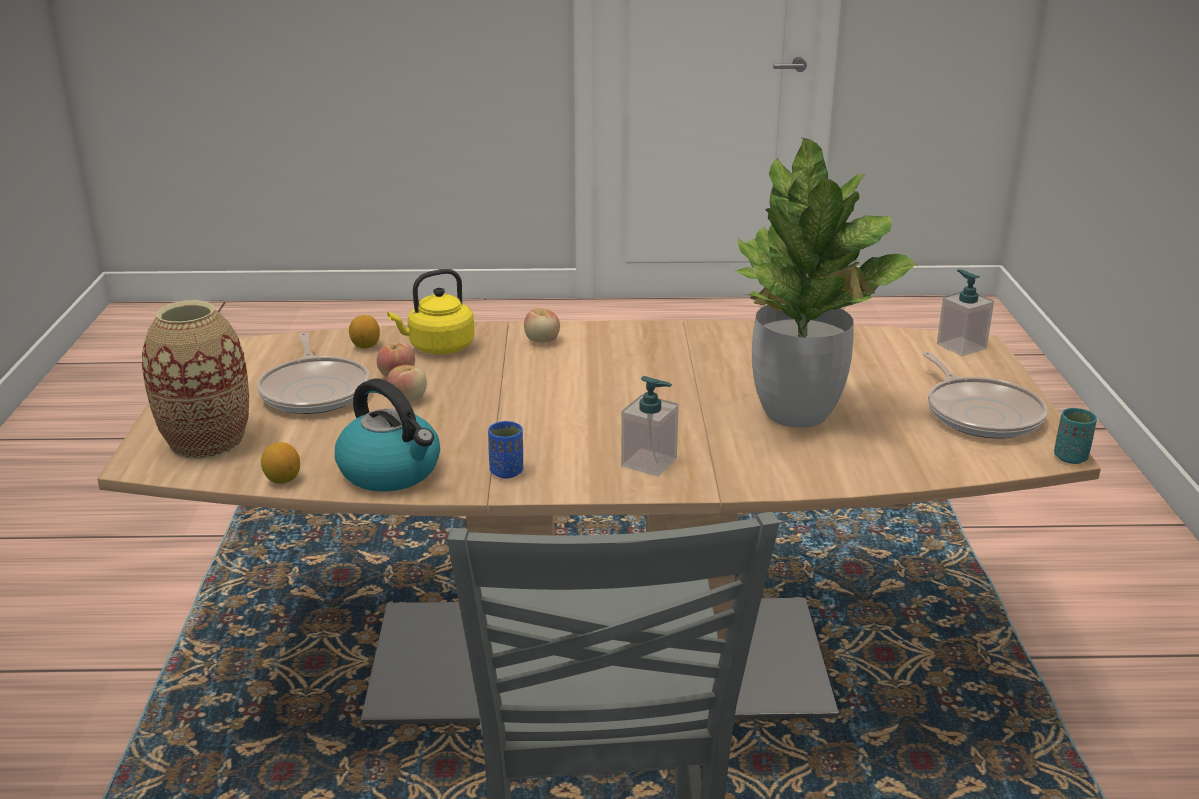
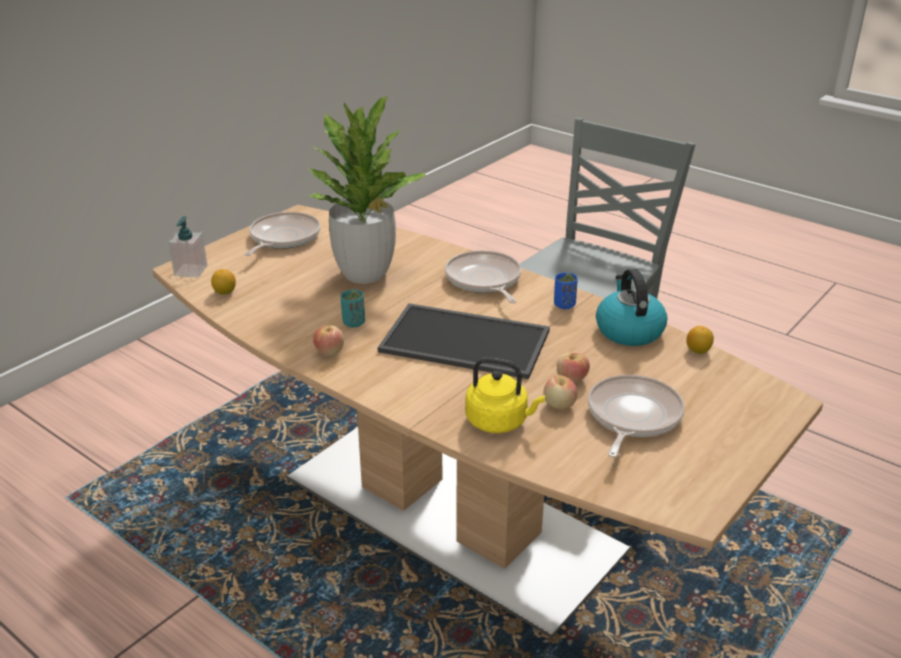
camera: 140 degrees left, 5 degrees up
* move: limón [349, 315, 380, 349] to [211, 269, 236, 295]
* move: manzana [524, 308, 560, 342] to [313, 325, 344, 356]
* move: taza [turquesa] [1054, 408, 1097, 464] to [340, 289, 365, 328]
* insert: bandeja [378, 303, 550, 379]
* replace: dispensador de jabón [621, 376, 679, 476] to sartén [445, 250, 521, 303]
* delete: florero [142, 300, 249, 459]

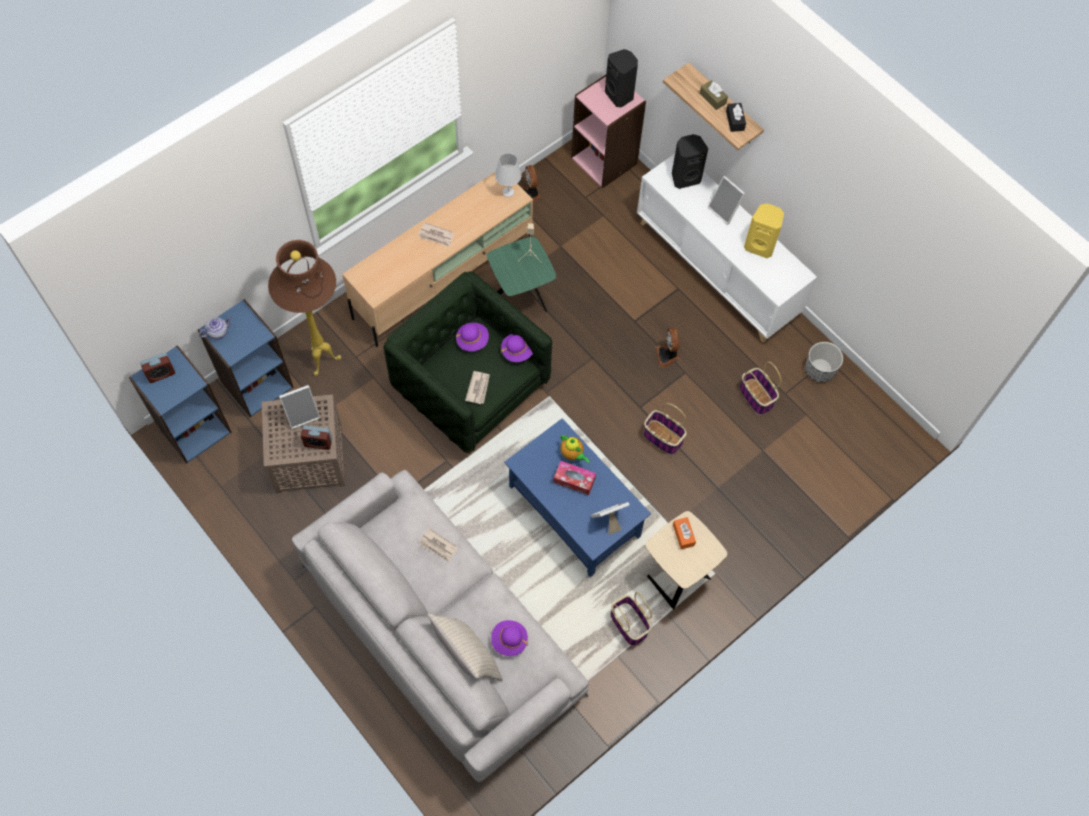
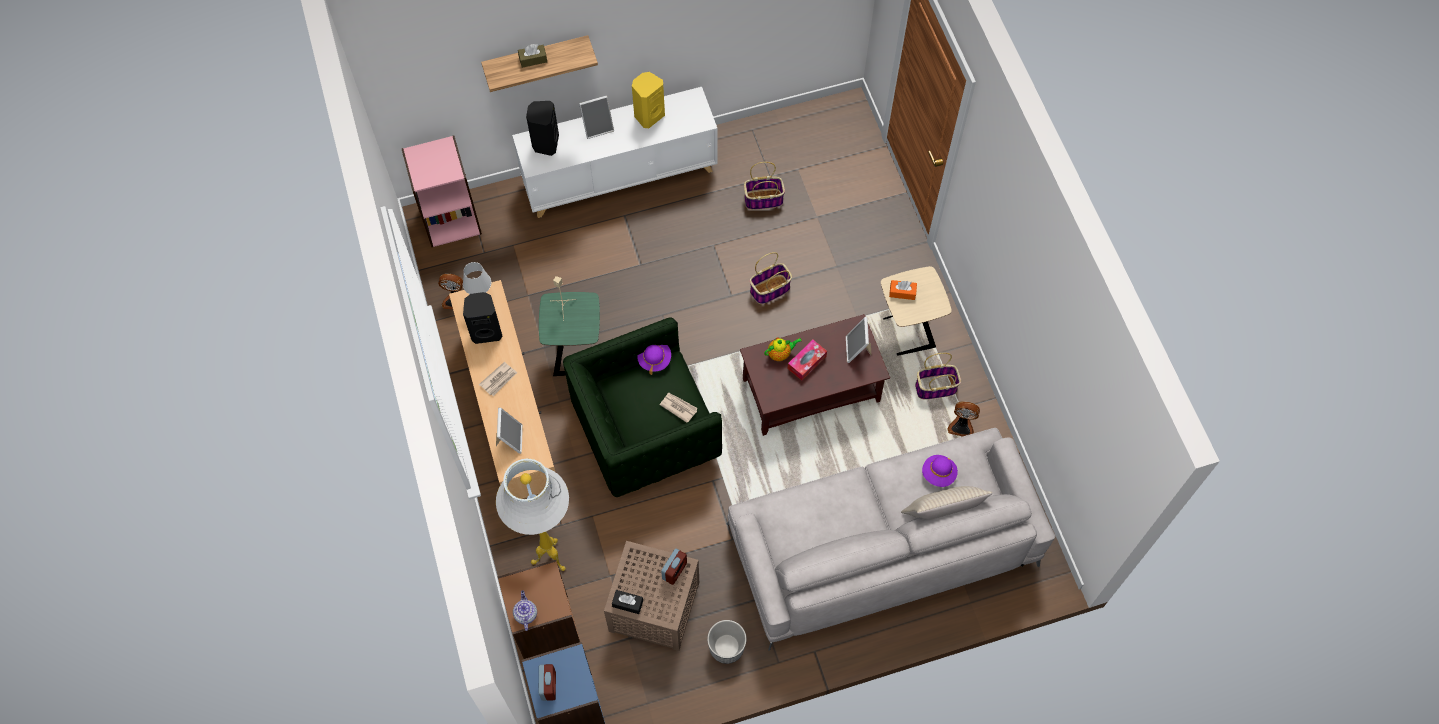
camera: 65 degrees left, 0 degrees up
* move: altavoz [negro] [605, 49, 638, 107] to [463, 292, 503, 344]
* move: portarretratos [279, 385, 320, 429] to [496, 408, 523, 454]
* recolor: lámpara de pie [marrón] [268, 240, 341, 376] to lámpara de pie [blanco] [496, 459, 569, 571]
* recolor: estantería [azul] [198, 299, 293, 417] to estantería [marrón] [498, 560, 580, 659]
* move: caja de pañuelos [negro] [726, 103, 746, 132] to [612, 590, 643, 614]
* move: maceta [805, 342, 843, 382] to [707, 620, 746, 664]
* recolor: mesa de centro [azul] [504, 418, 651, 577] to mesa de centro [marrón] [740, 314, 890, 436]
* move: ventilador [656, 328, 679, 368] to [948, 401, 980, 437]
* delete: periódico [419, 528, 458, 562]
* delete: sombrero [morado] [456, 323, 489, 351]

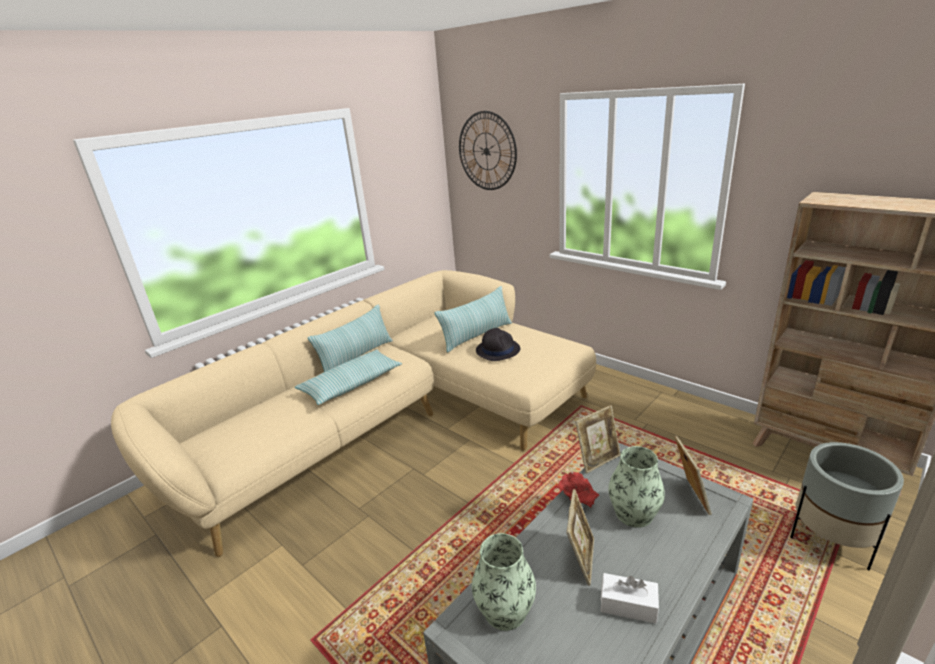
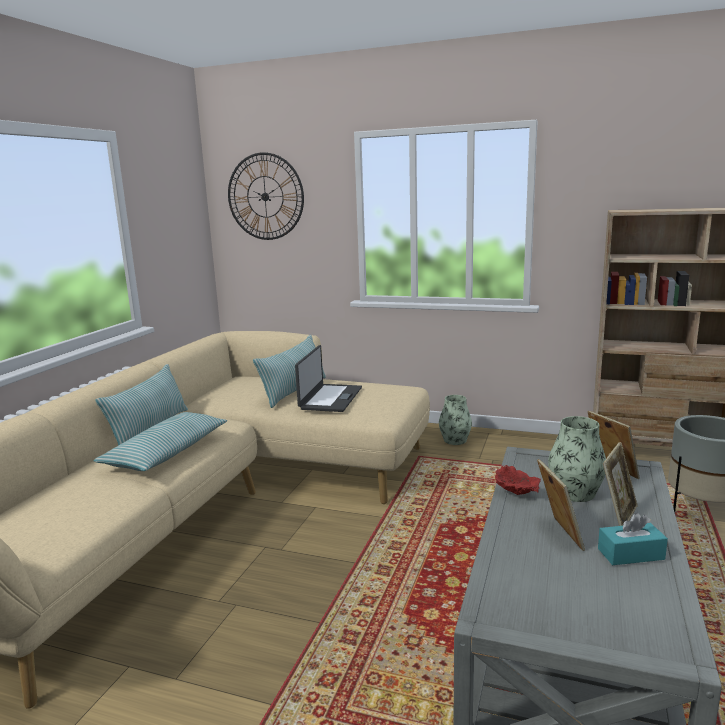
camera: 25 degrees left, 10 degrees down
* replace: sombrero [negro] [476, 328, 520, 361] to portátil [295, 345, 362, 412]
* move: florero [472, 533, 536, 631] to [439, 395, 472, 445]
* recolor: caja de pañuelos [blanco] [600, 573, 659, 623] to caja de pañuelos [turquesa] [598, 513, 668, 565]
* move: portarretratos [575, 405, 621, 473] to [603, 442, 638, 526]

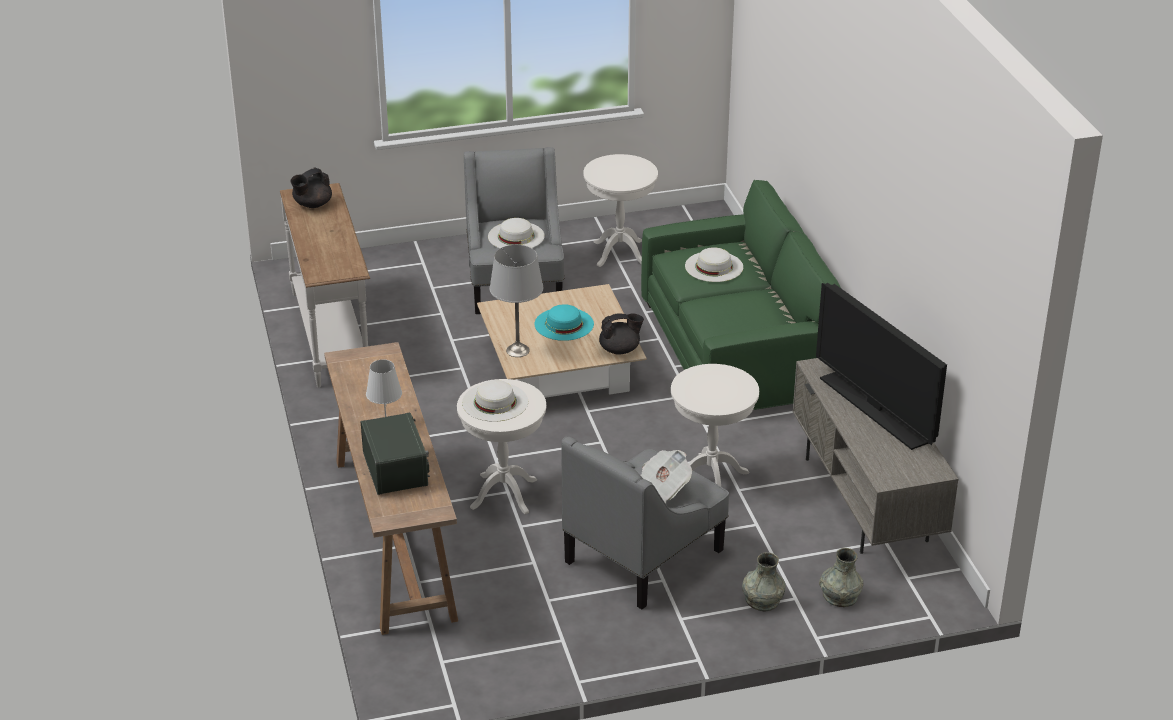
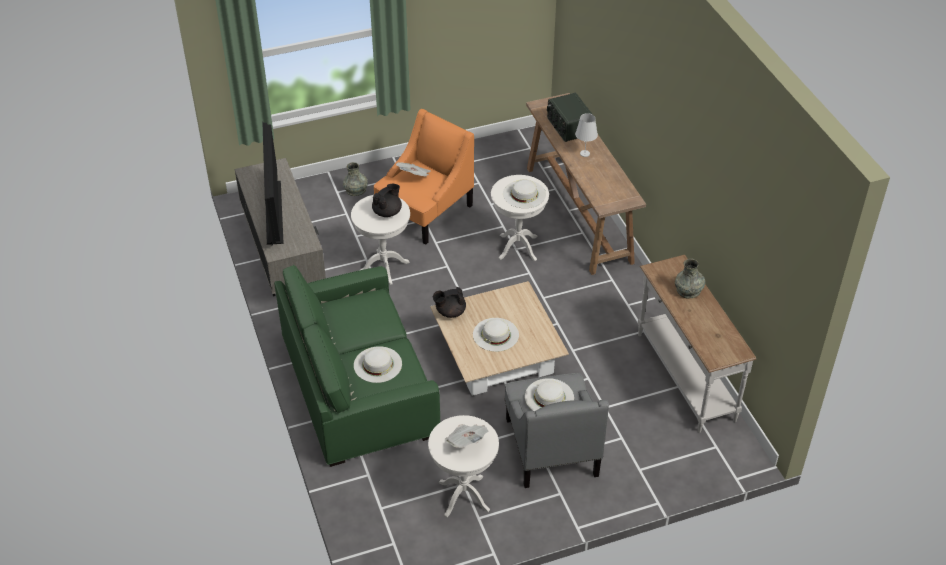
camera: 175 degrees right, 10 degrees up
* rotate: televisor [816, 283, 947, 450] = [262, 122, 284, 245] 150 degrees counterclockwise
* move: tetera [negro] [291, 167, 332, 208] to [372, 184, 402, 217]
* recolor: sillón [gris] [561, 436, 729, 609] to sillón [naranja] [374, 109, 474, 245]
* insert: periódico [445, 424, 489, 448]
* recolor: sombrero [turquesa] [534, 304, 594, 341] to sombrero [blanco] [473, 318, 519, 352]
* move: florero [gris] [819, 548, 863, 607] to [675, 259, 706, 298]
* delete: lámpara de mesa [gris] [489, 245, 543, 357]

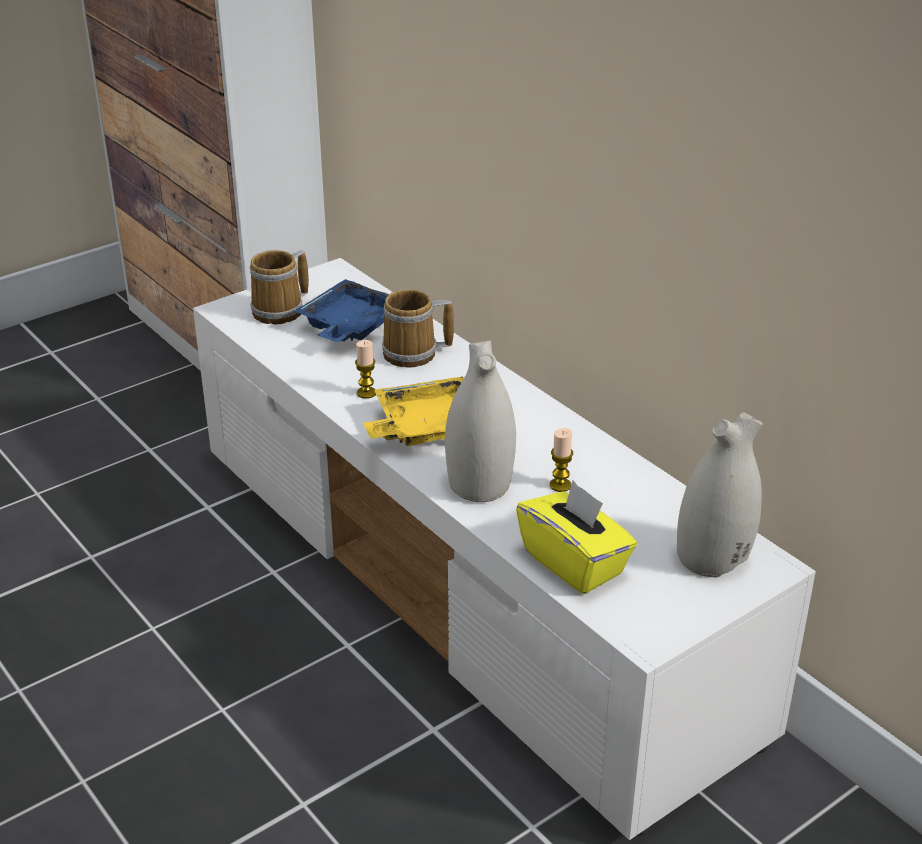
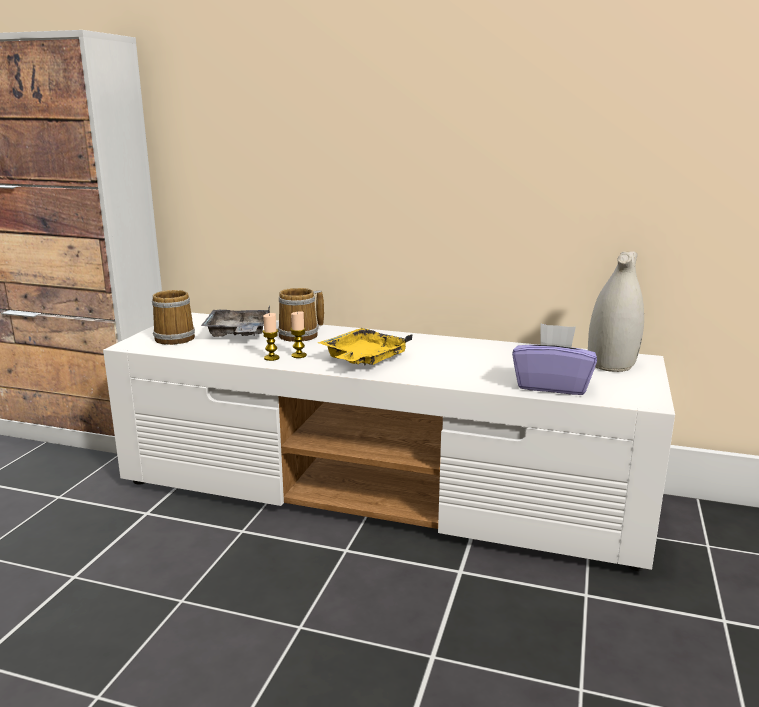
camera: 35 degrees left, 15 degrees down
* recolor: bandeja [azul] [295, 279, 389, 342] to bandeja [gris] [201, 305, 270, 337]
* move: vela [550, 428, 573, 492] to [263, 313, 279, 361]
* recolor: caja de pañuelos [amarillo] [516, 480, 637, 594] to caja de pañuelos [morado] [512, 324, 597, 395]
* delete: florero [blanco] [445, 341, 516, 502]

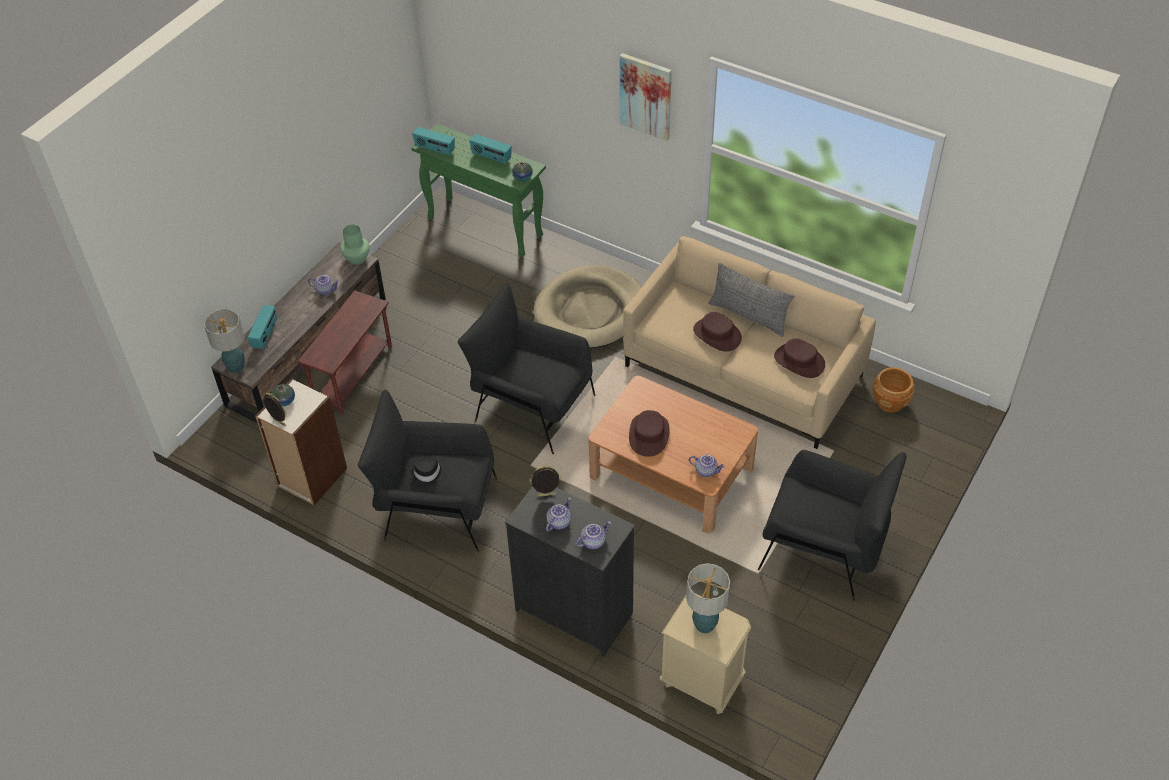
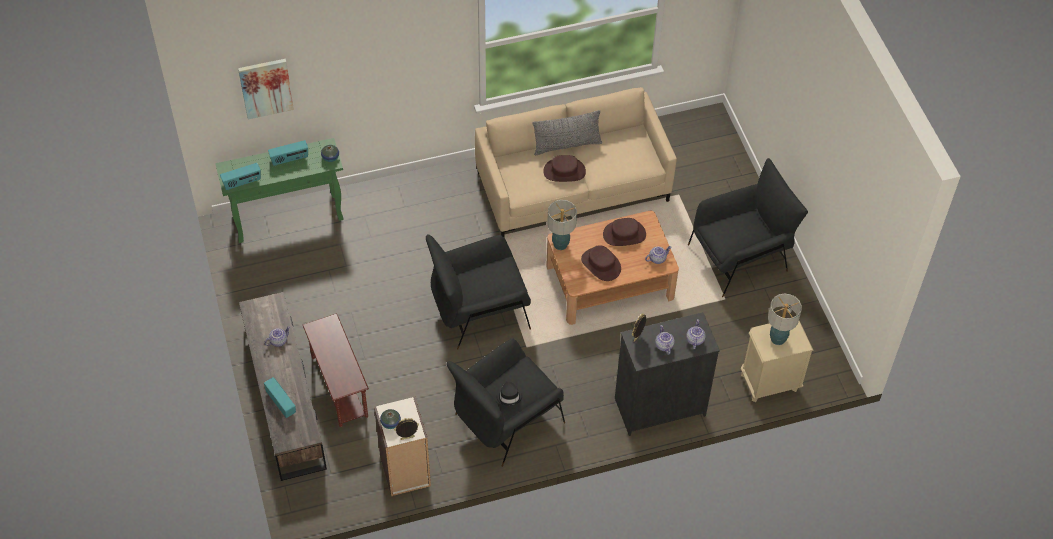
camera: 50 degrees left, 5 degrees up
* move: cuadro [620, 53, 672, 141] to [238, 59, 294, 119]
* move: lámpara de mesa [204, 309, 245, 373] to [547, 200, 577, 250]
* move: sombrero [marrón] [774, 338, 825, 378] to [603, 218, 646, 246]
* delete: florero [verde] [340, 225, 370, 265]
* delete: cama para perro [beis] [533, 265, 641, 348]
* delete: maceta [marrón] [872, 367, 915, 413]

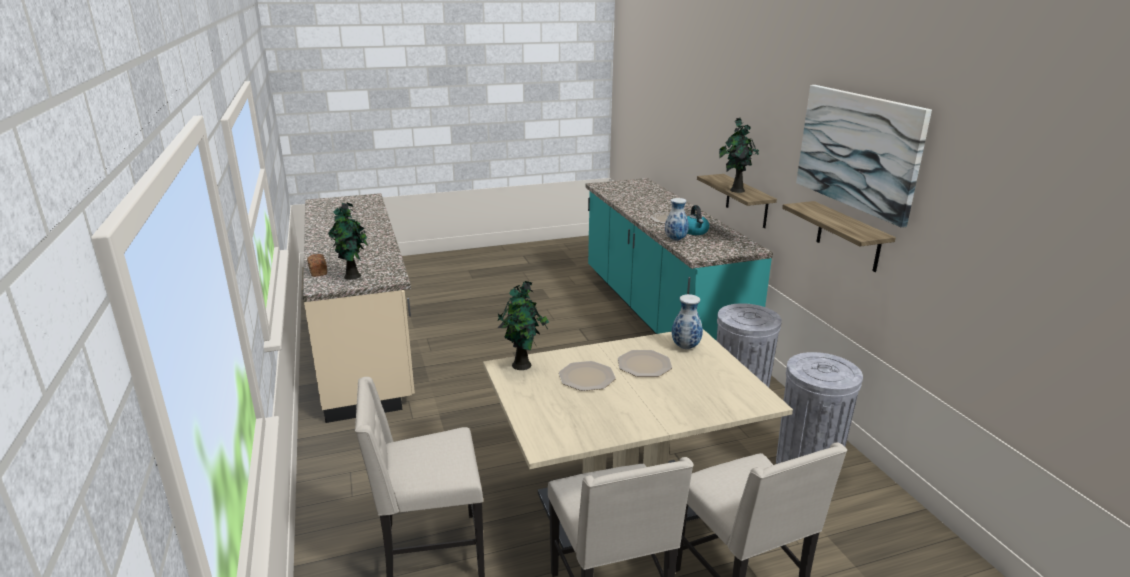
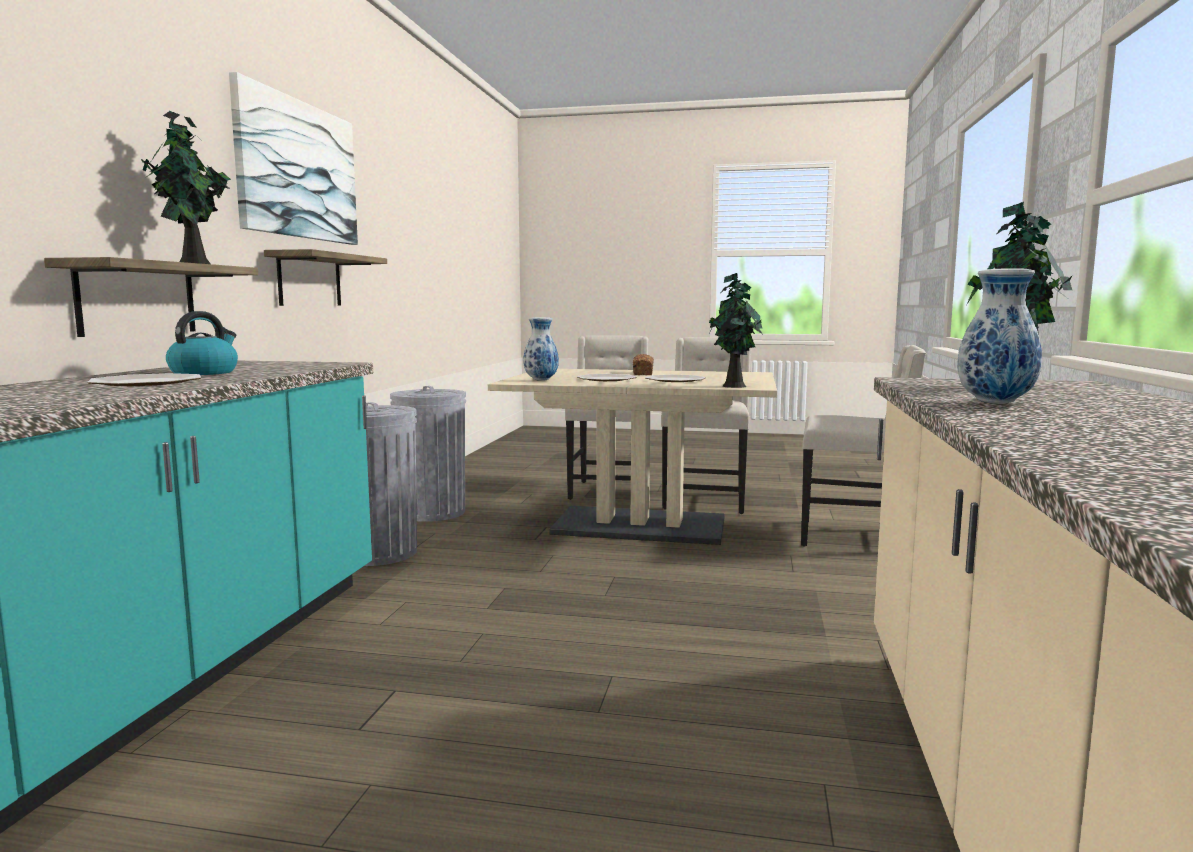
camera: 150 degrees left, 15 degrees down
* move: pan [307, 254, 327, 277] to [633, 354, 654, 375]
* move: florero [665, 198, 689, 241] to [957, 268, 1042, 404]

